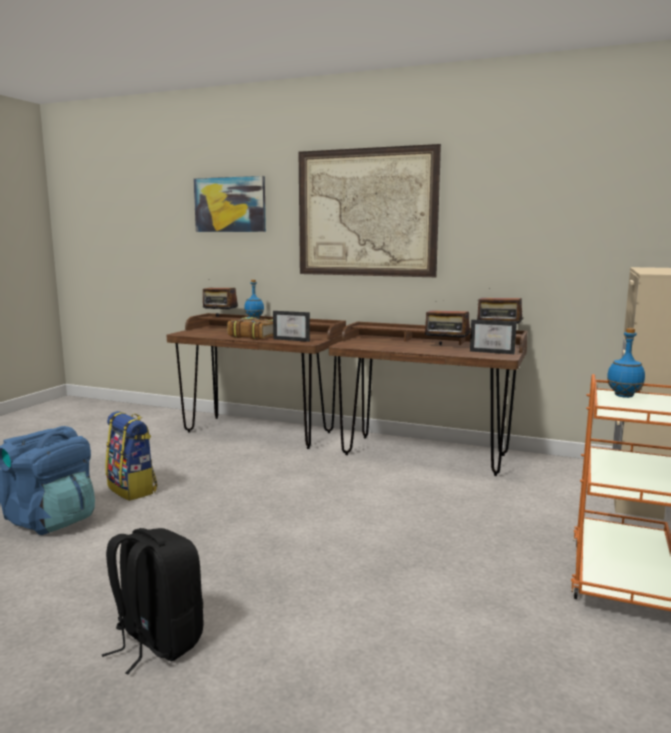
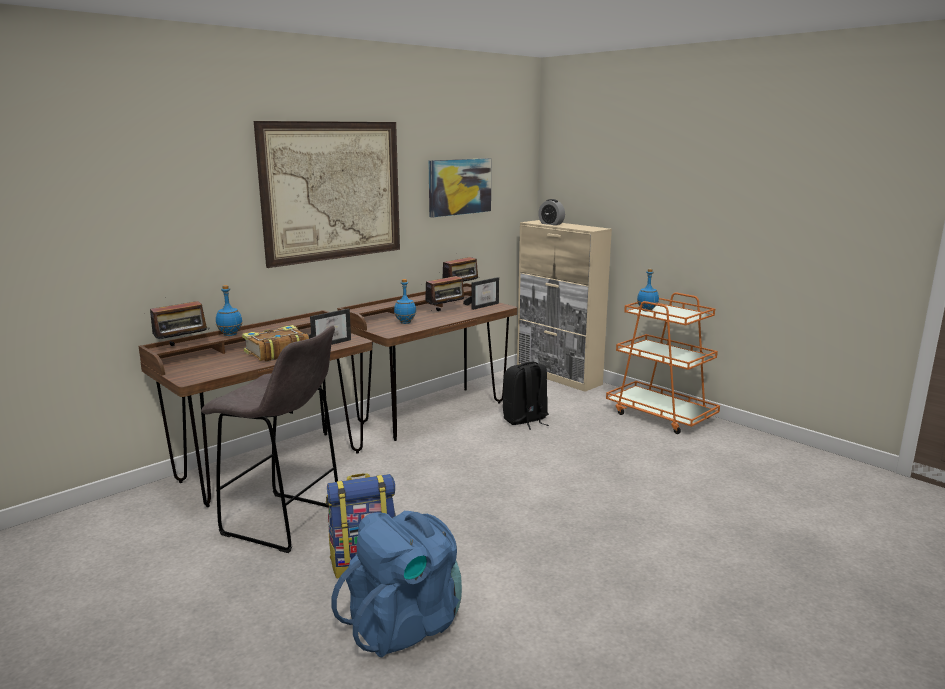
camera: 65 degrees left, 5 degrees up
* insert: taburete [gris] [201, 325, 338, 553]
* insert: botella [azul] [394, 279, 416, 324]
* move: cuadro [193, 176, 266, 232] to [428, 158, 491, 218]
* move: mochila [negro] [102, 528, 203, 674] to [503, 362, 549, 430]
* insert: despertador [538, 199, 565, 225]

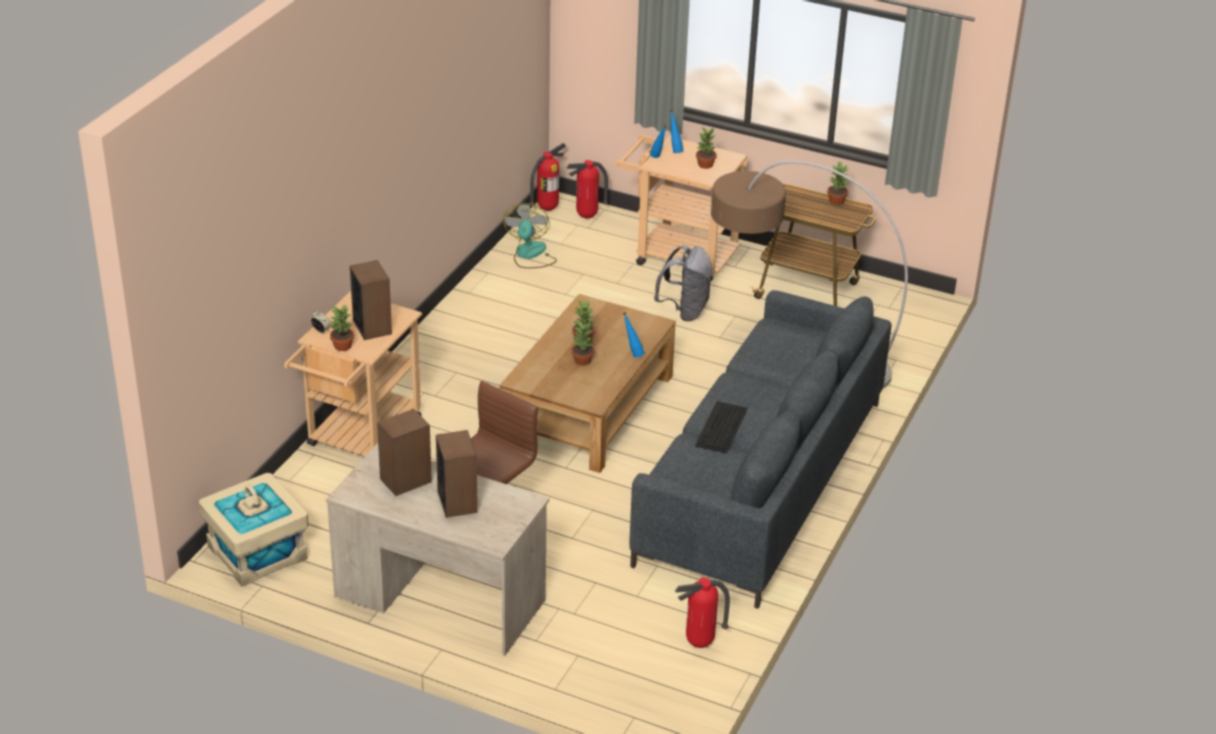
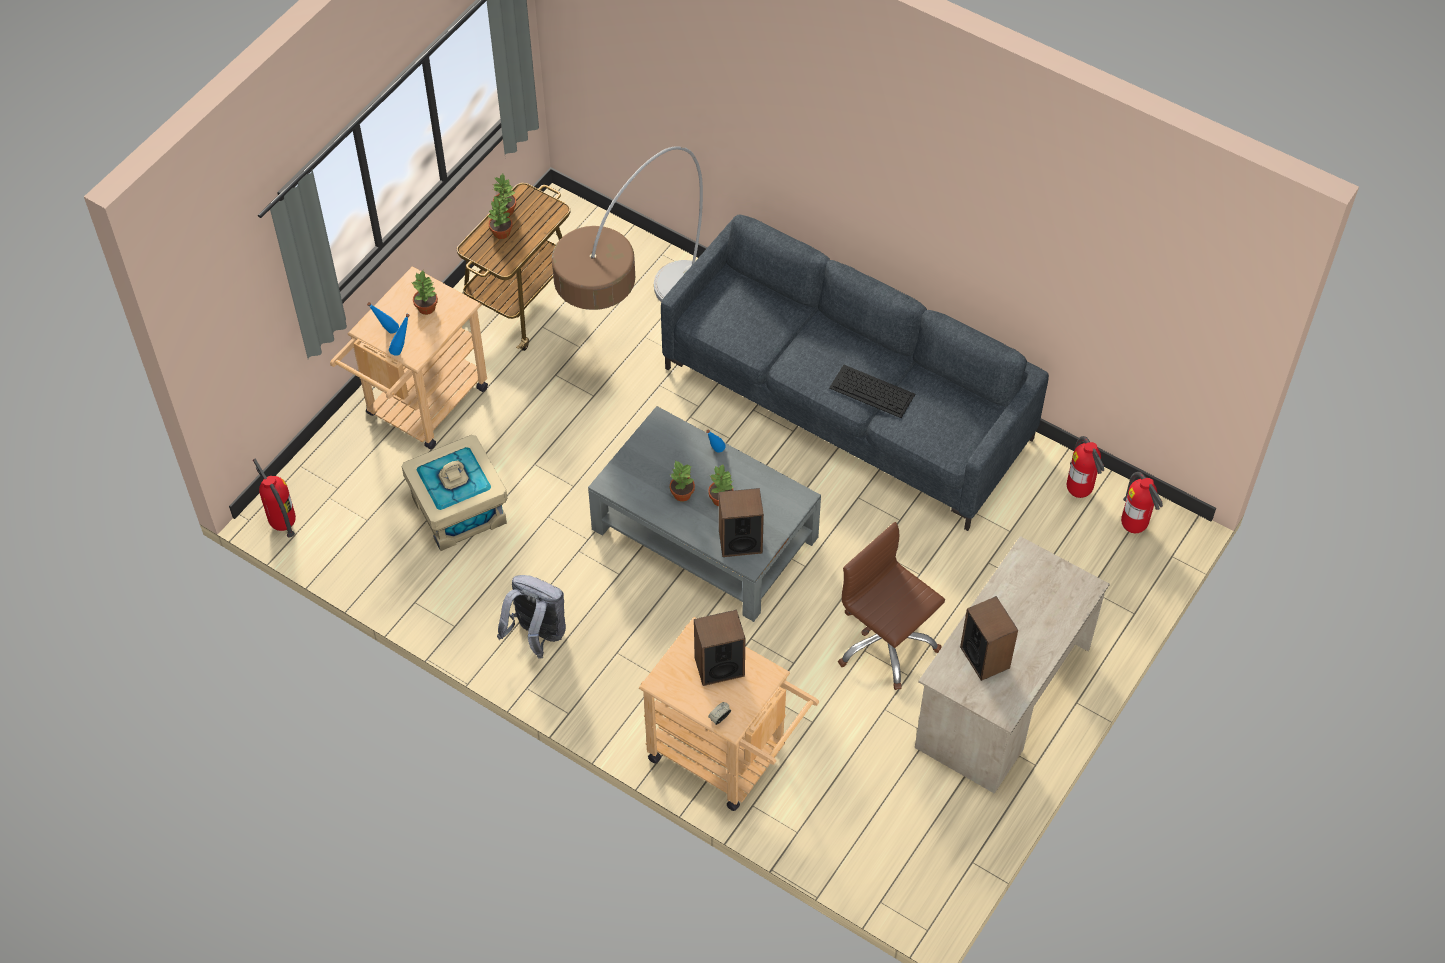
camera: 80 degrees left, 20 degrees up
* move: caja de almacenaje [beis] [199, 473, 309, 587] to [402, 435, 507, 551]
* move: planta en maceta [330, 304, 354, 351] to [487, 197, 513, 239]
* move: mochila [gris] [654, 245, 712, 321] to [497, 575, 566, 659]
* recolor: mesa de centro [marrón] [500, 294, 676, 473] to mesa de centro [gris] [588, 406, 821, 622]
* move: altavoz [436, 430, 478, 518] to [719, 488, 764, 557]
* move: extintor [567, 160, 608, 218] to [1121, 472, 1163, 533]
* delete: ventilador [503, 203, 557, 268]

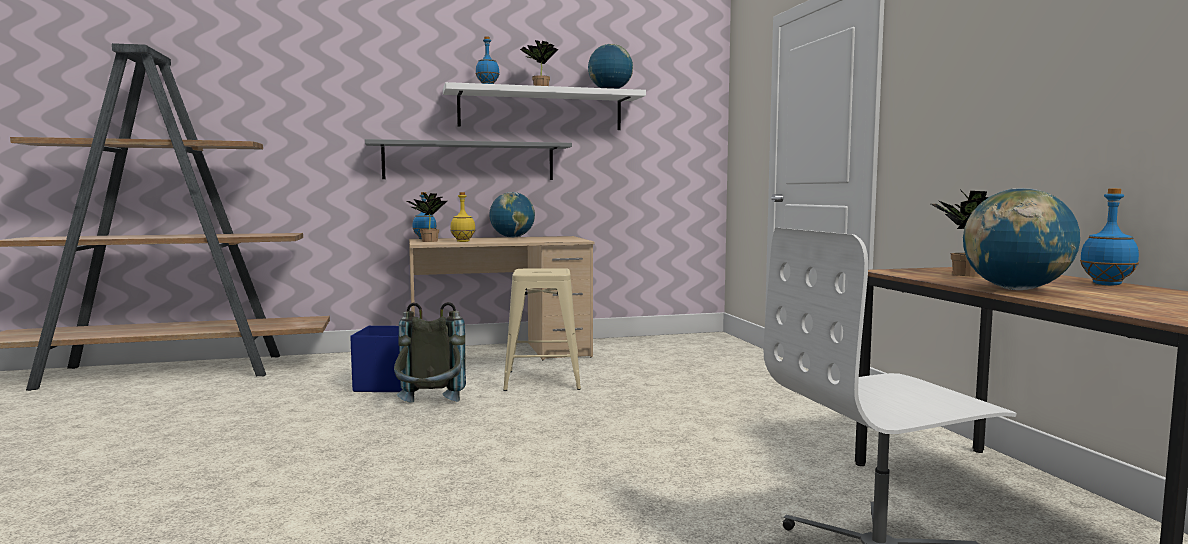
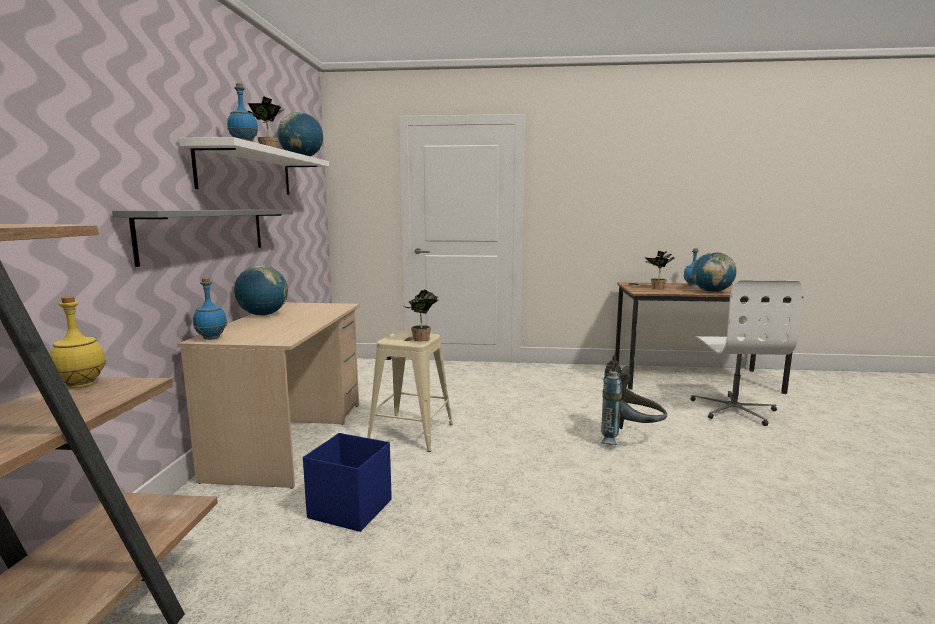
camera: 70 degrees left, 5 degrees up
* move: botella [amarillo] [450, 192, 475, 242] to [49, 296, 106, 388]
* move: planta en maceta [407, 192, 447, 242] to [404, 290, 438, 341]
* move: mochila [gris] [394, 302, 466, 403] to [601, 355, 667, 445]

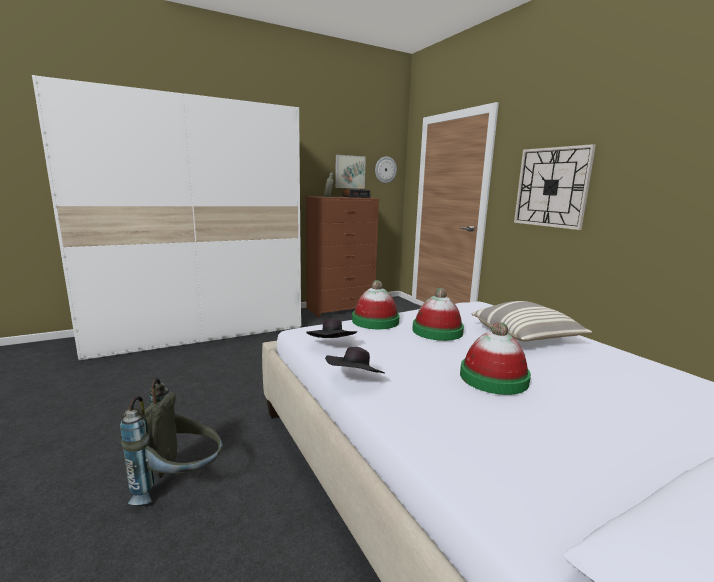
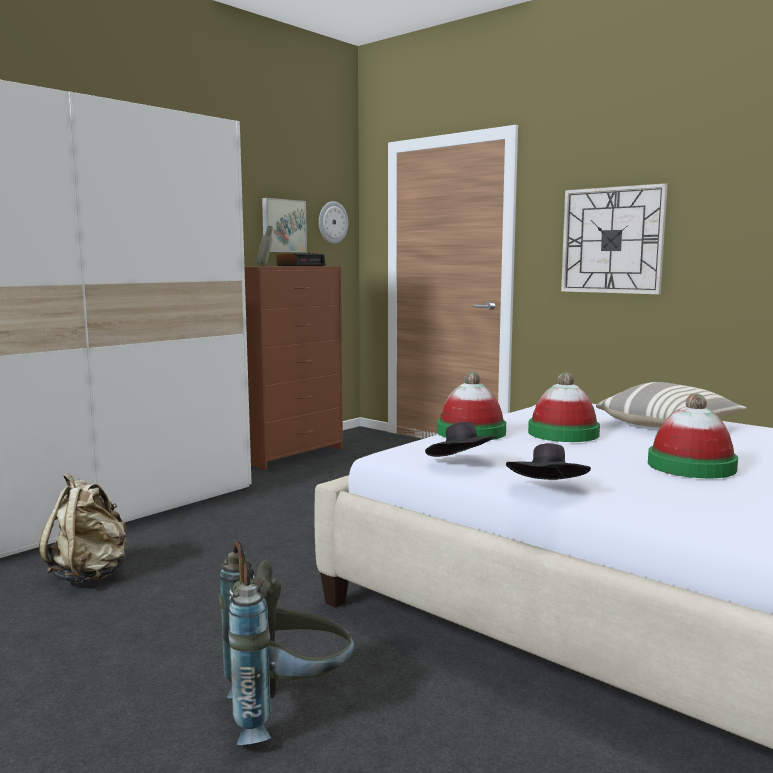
camera: 20 degrees left, 5 degrees down
* insert: mochila [beis] [39, 473, 127, 583]

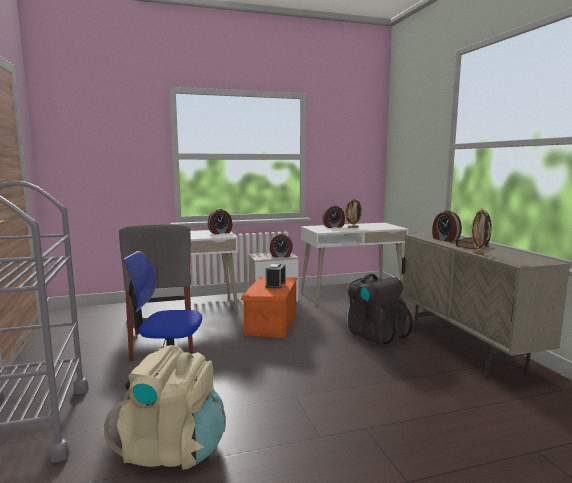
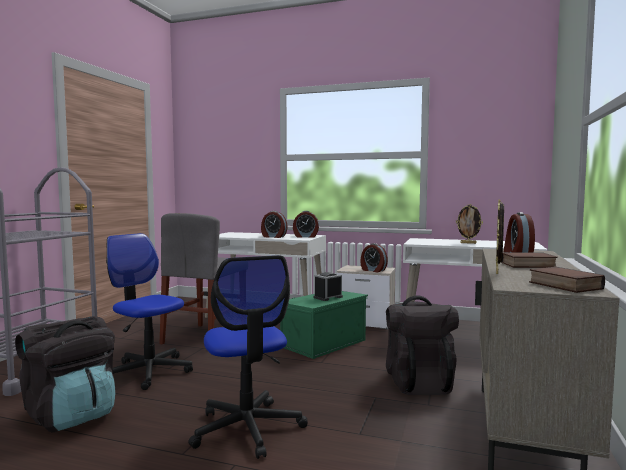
camera: 35 degrees right, 5 degrees down
* recolor: mochila [beis] [104, 345, 226, 470] to mochila [negro] [15, 316, 116, 433]
* insert: silla de oficina [188, 255, 308, 459]
* move: despertador [322, 205, 345, 228] to [261, 211, 287, 238]
* recolor: caja de almacenaje [naranja] [240, 277, 298, 338] to caja de almacenaje [verde] [280, 291, 368, 359]
* insert: libro [529, 267, 605, 293]

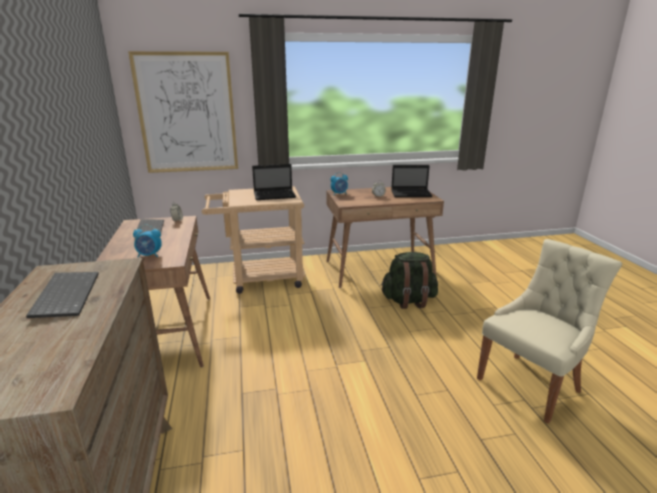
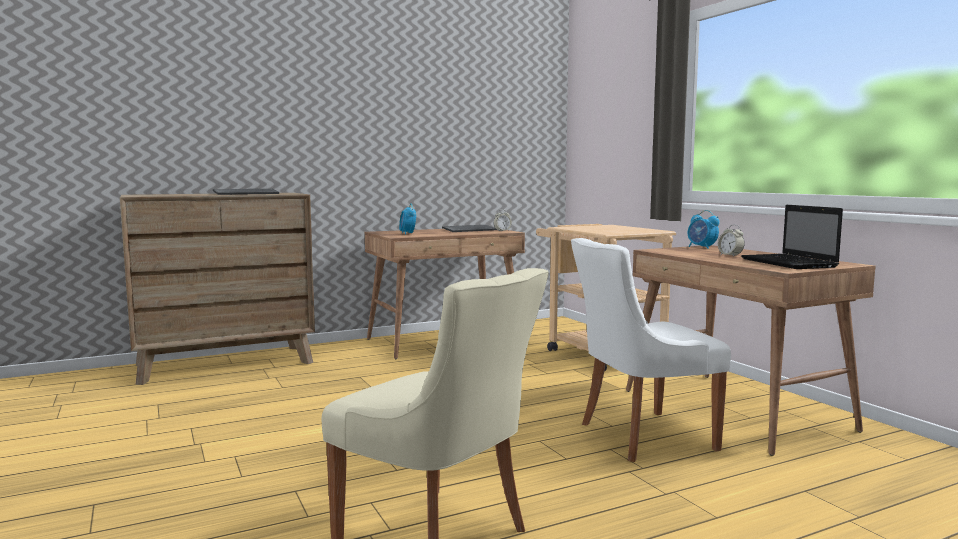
camera: 75 degrees right, 15 degrees down
* replace: mochila [verde] [381, 252, 438, 309] to silla [blanco] [571, 238, 731, 462]
* delete: cuadro [128, 51, 238, 173]
* delete: portátil [252, 164, 296, 200]

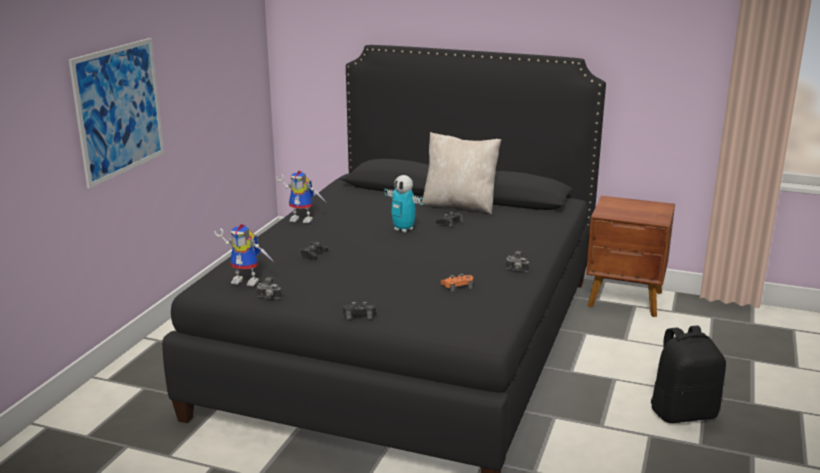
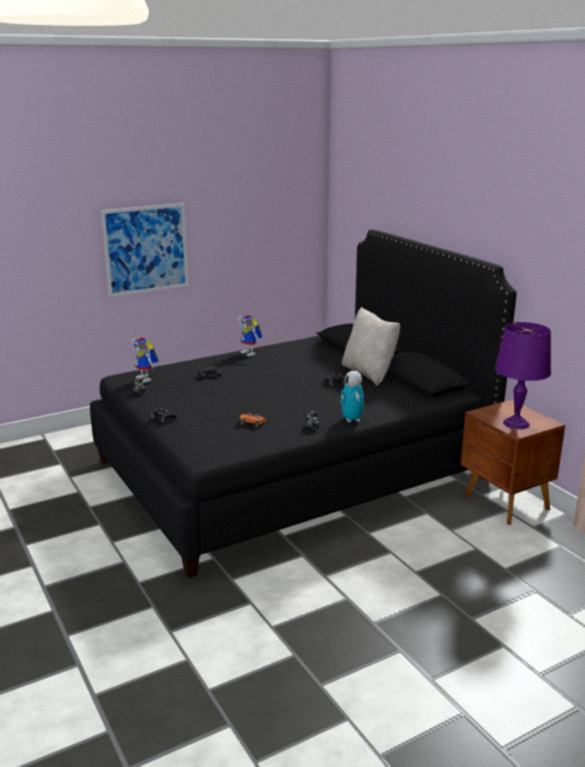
camera: 40 degrees right, 0 degrees up
* move: robot de juguete [384, 175, 424, 233] to [341, 371, 364, 422]
* insert: lámpara de mesa [morado] [495, 322, 551, 429]
* delete: mochila [negro] [651, 326, 726, 423]

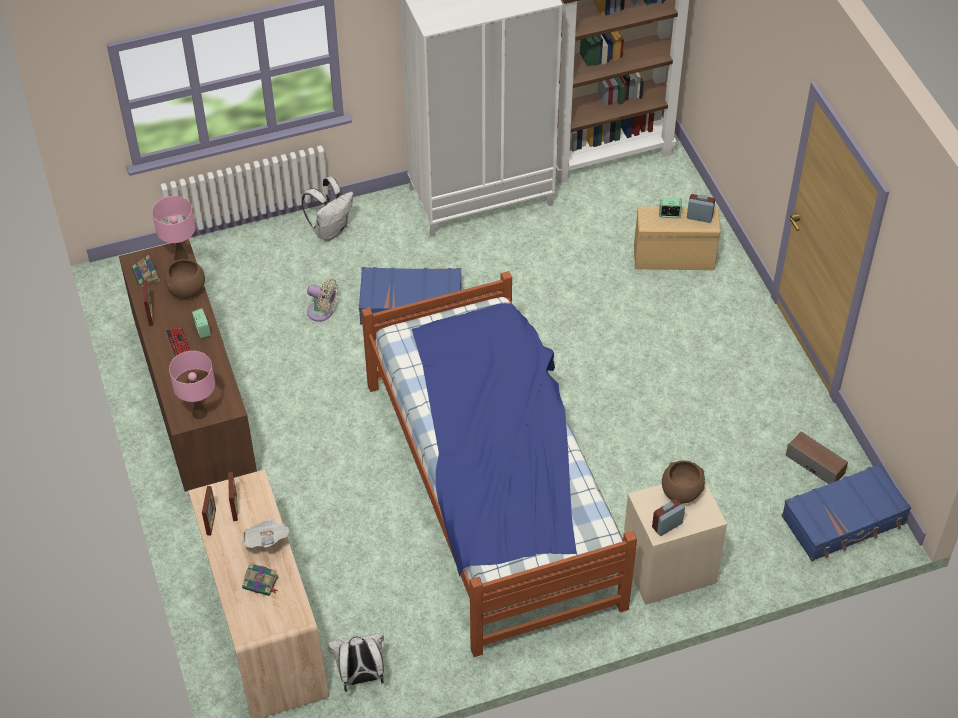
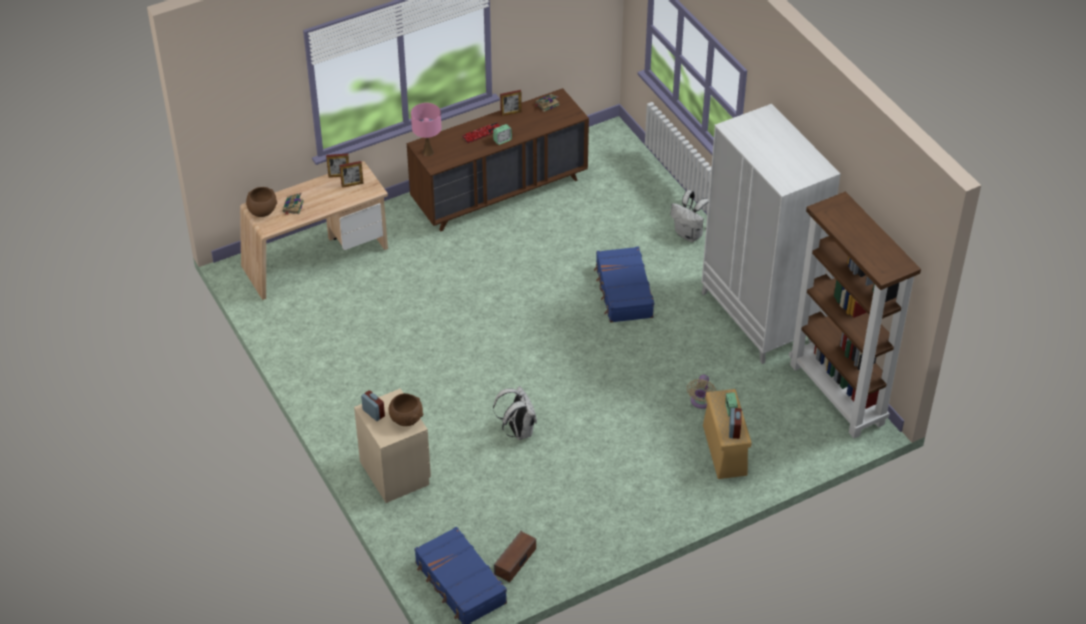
camera: 80 degrees right, 5 degrees down
* move: cuenco [marrón] [164, 259, 205, 298] to [246, 187, 277, 217]
* move: mochila [blanco] [328, 633, 384, 692] to [493, 386, 537, 440]
* move: ventilador [beis] [307, 279, 338, 322] to [687, 375, 716, 409]
* delete: lámpara de mesa [rosa] [152, 196, 195, 261]
* delete: periódico [242, 518, 290, 548]
* delete: cama [361, 271, 637, 657]

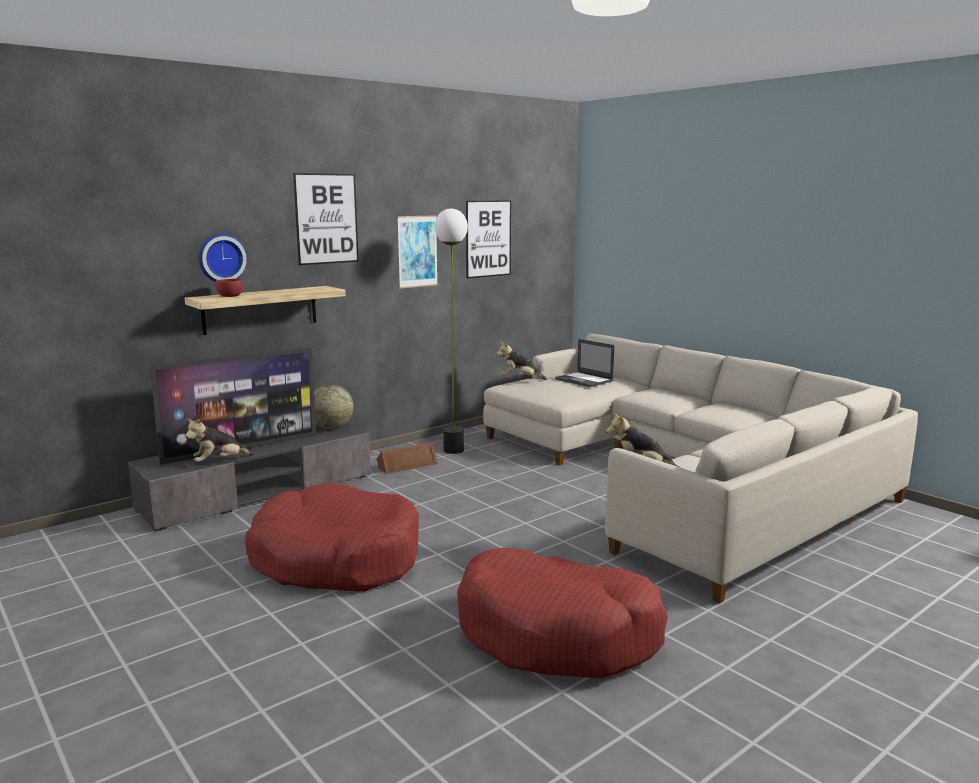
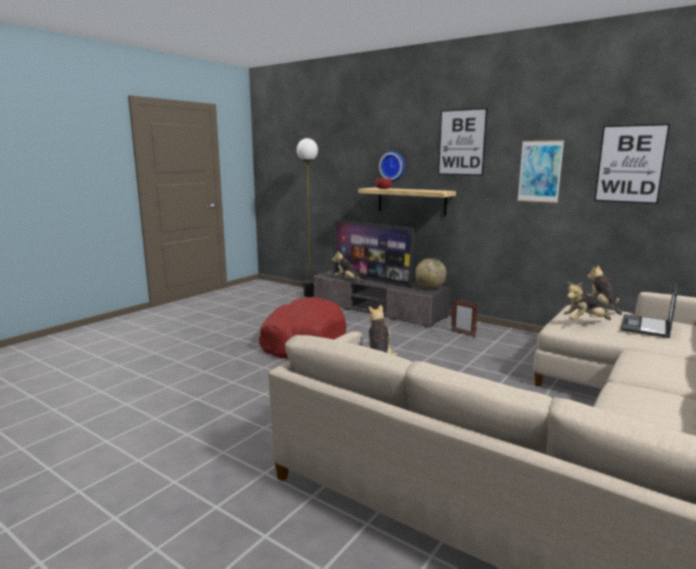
camera: 75 degrees right, 0 degrees up
* move: lámpara de pie [435, 208, 468, 454] to [297, 138, 318, 297]
* replace: altavoz [marrón] [376, 442, 438, 474] to portarretratos [451, 299, 478, 338]
* insert: peluche [563, 282, 611, 320]
* delete: cama para perro [rojo] [457, 548, 668, 679]

